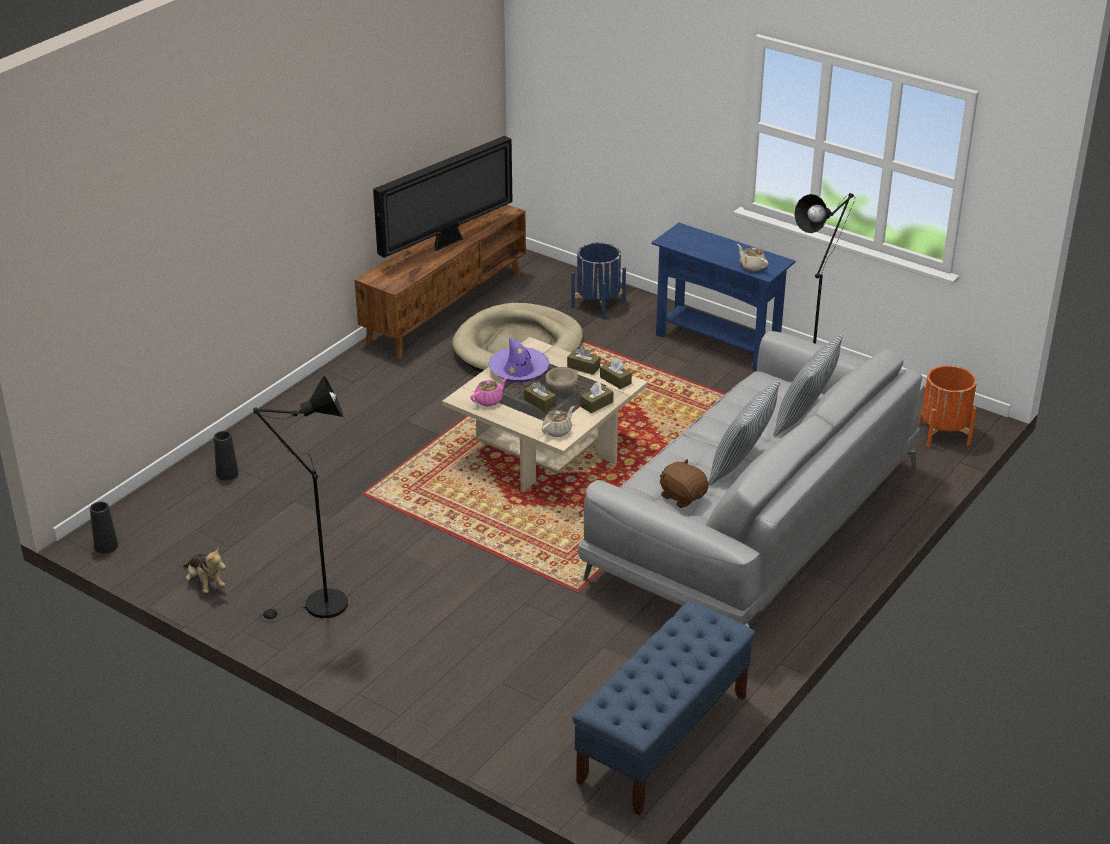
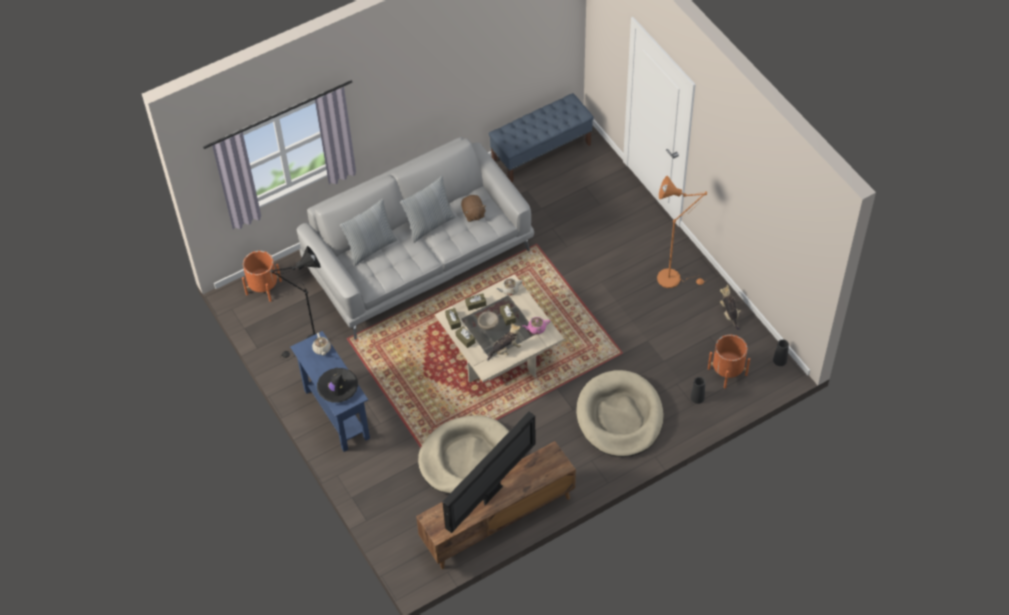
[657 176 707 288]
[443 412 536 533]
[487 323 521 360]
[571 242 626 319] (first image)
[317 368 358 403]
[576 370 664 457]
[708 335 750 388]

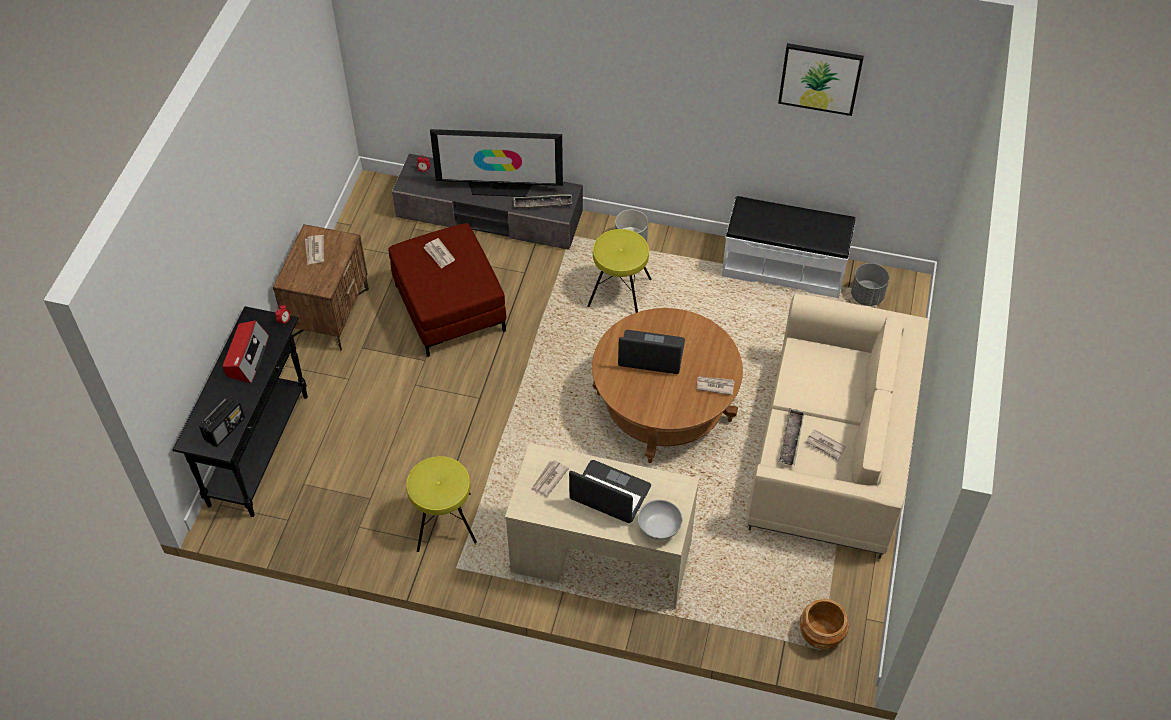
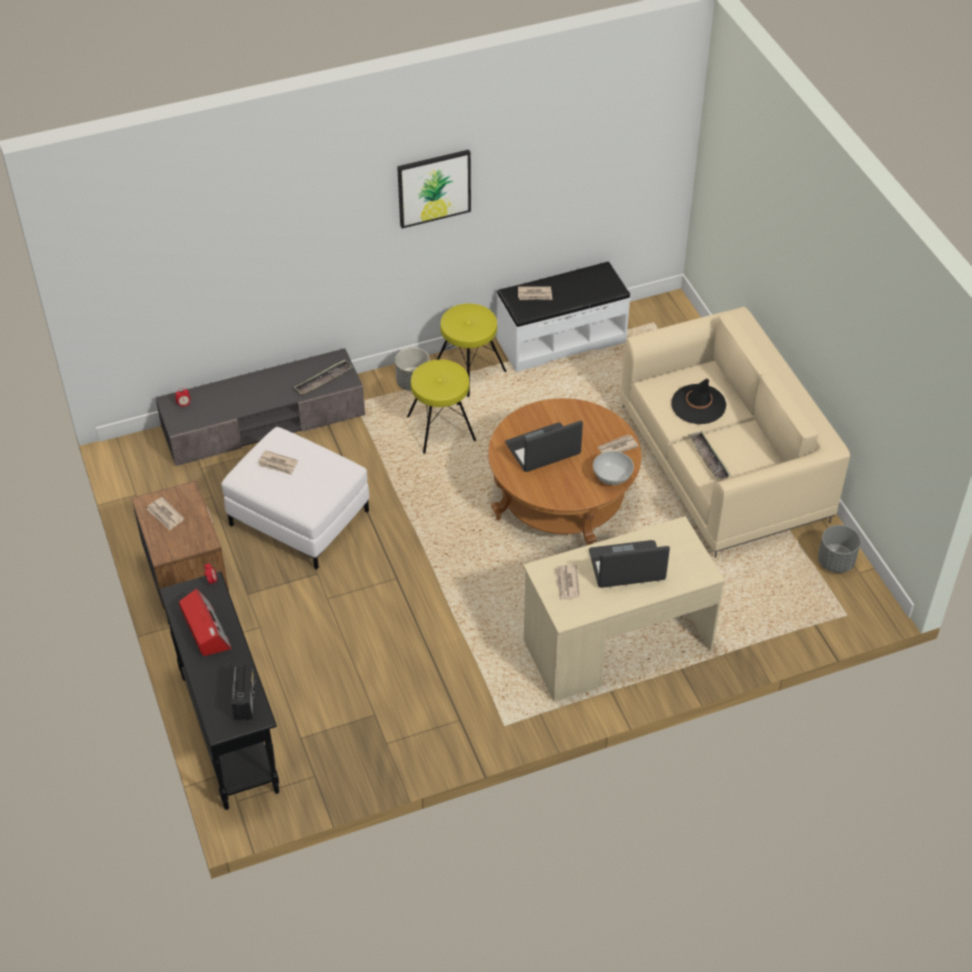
[221 427 370 570]
[437 303 507 397]
[430 129 563 197] (first image)
[593 451 634 485]
[397 150 471 228]
[800 599 849 650] (first image)
[518 286 552 300]
[818 525 861 573]
[671 379 726 424]

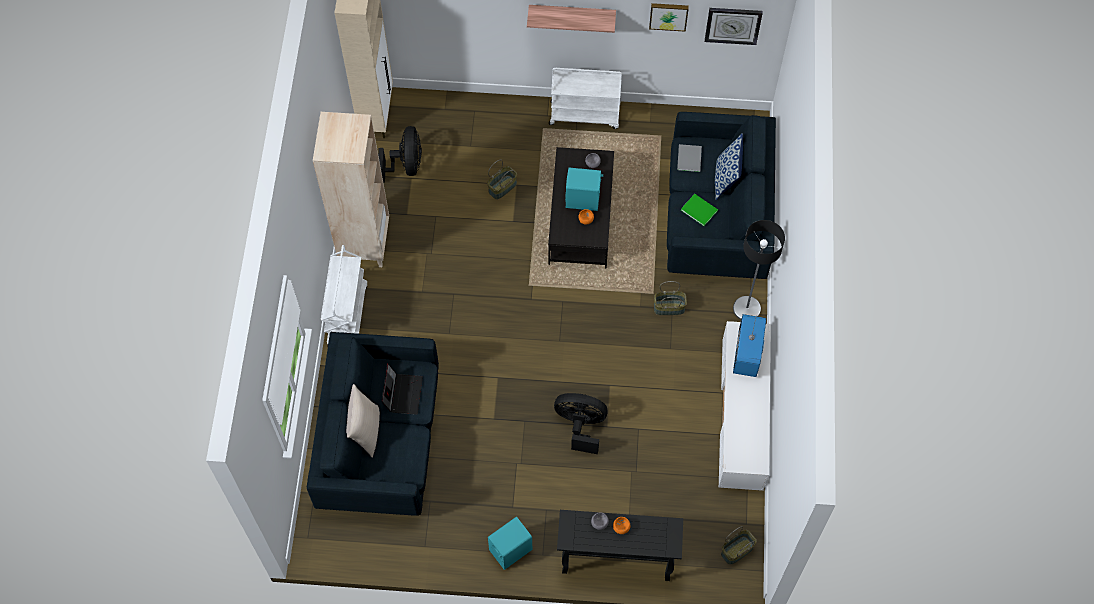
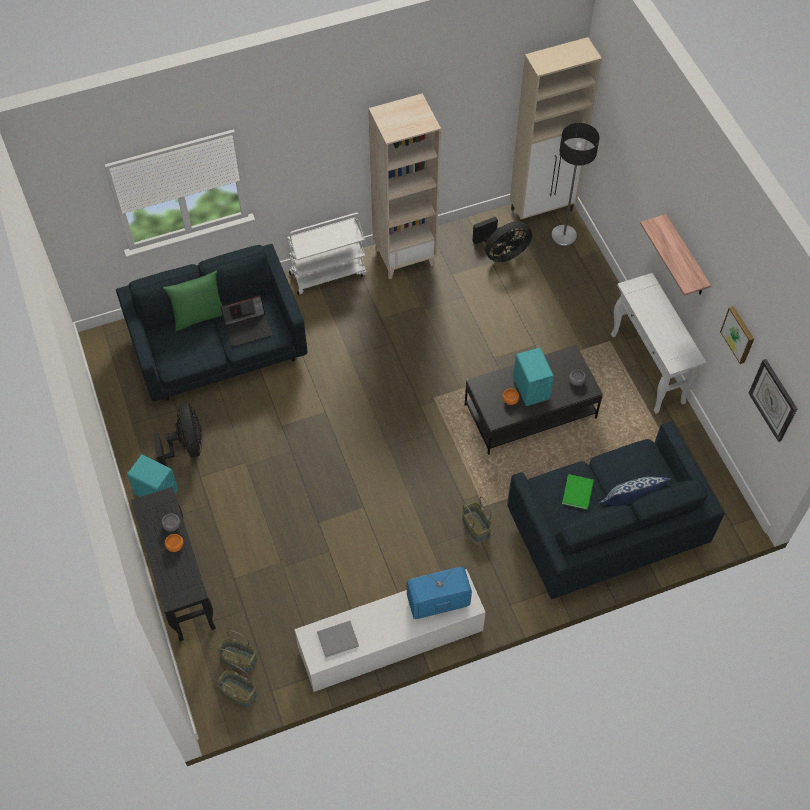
[163 271 223 332]
[217 631 257 672]
[611 273 706 414]
[153 403 202 466]
[317 621 359 657]
[551 123 600 247]

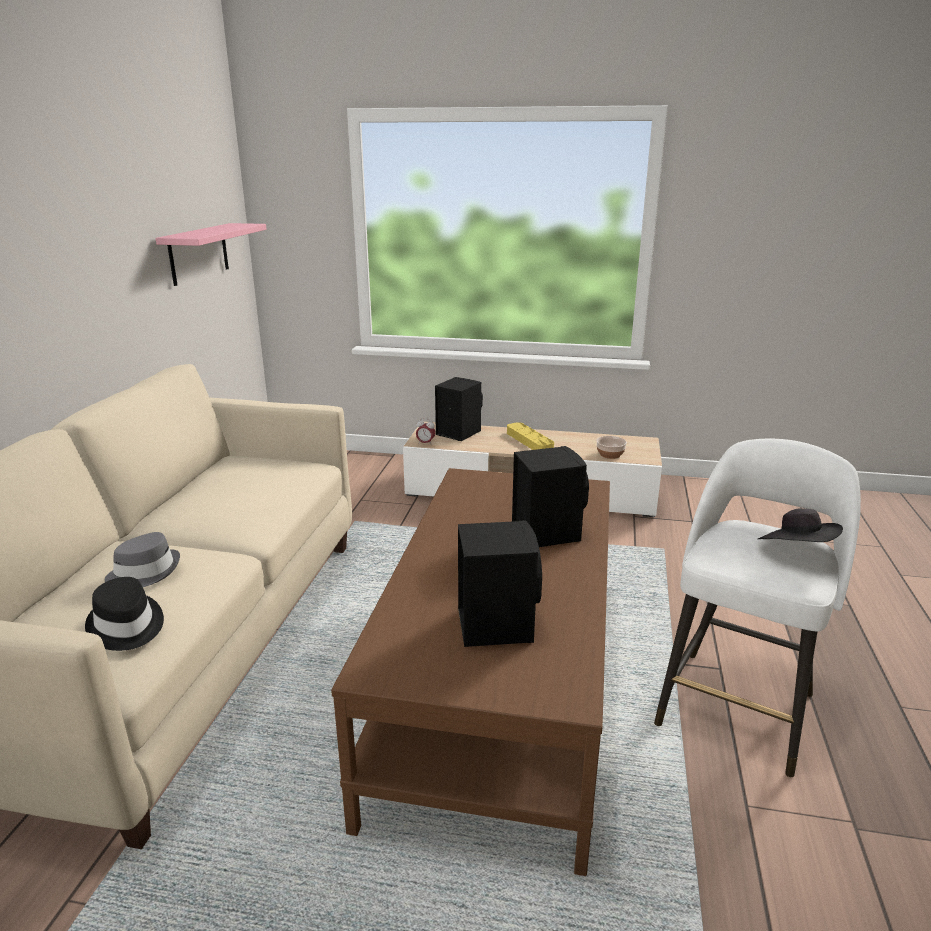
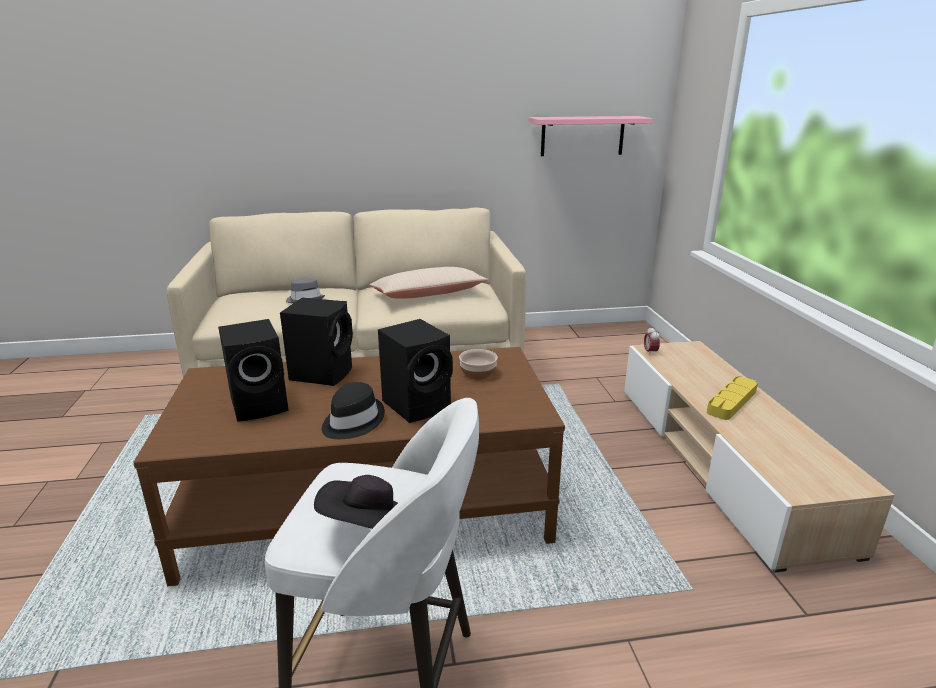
[322 382 385 439]
[280 298 353 386]
[459 349 498 380]
[369 267 488 299]

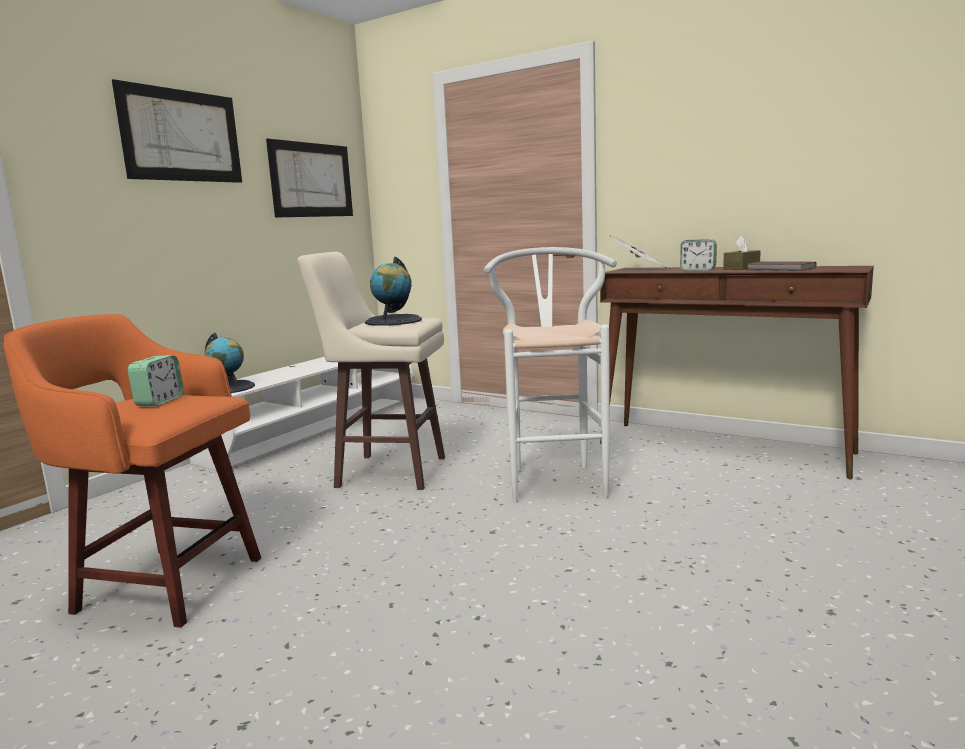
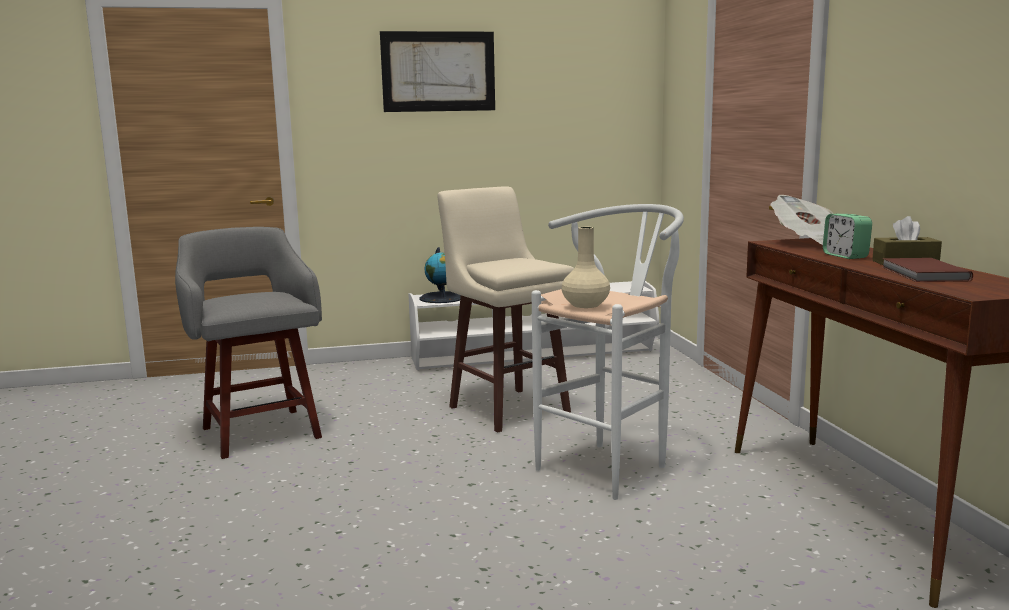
[175 227 322 459]
[128 355 184 407] (first image)
[266 138 353 218] (first image)
[365 257 422 326] (first image)
[562 227 610 308]

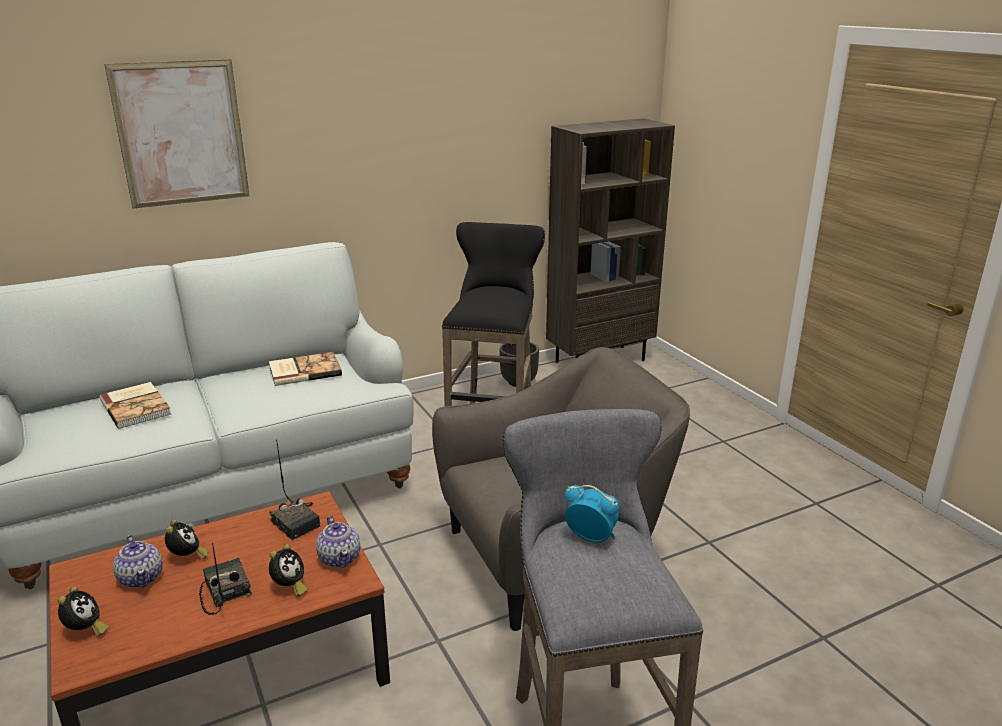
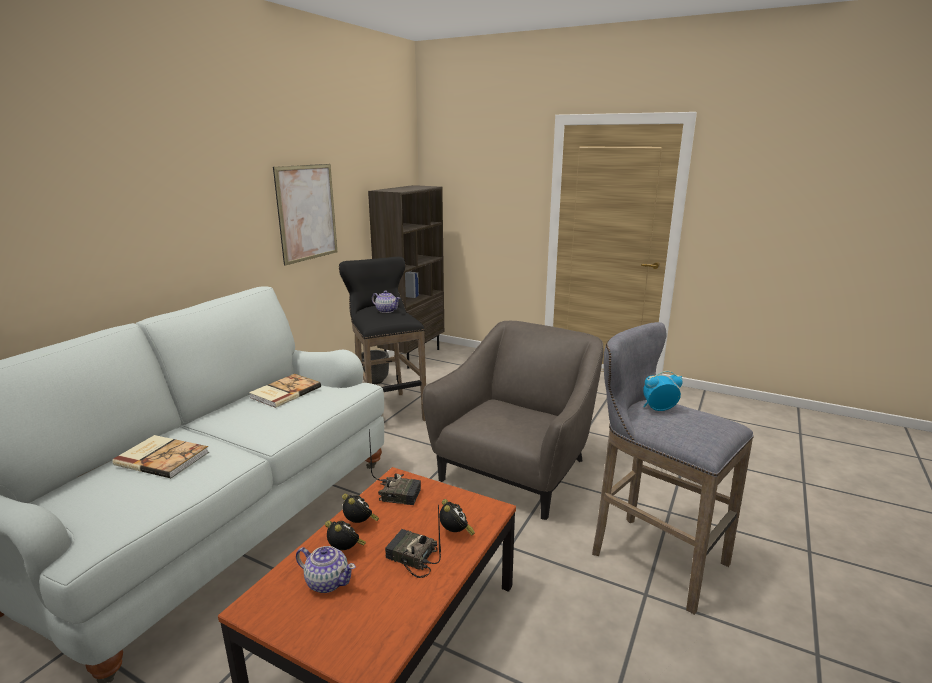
[342 494 379 523]
[273 164 337 266]
[372 291 400 313]

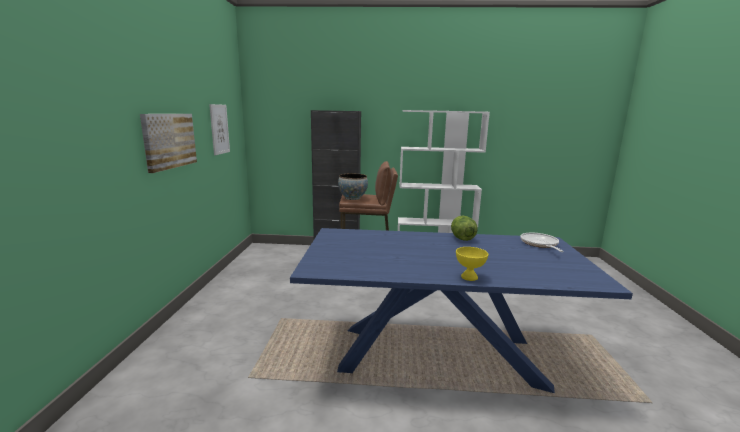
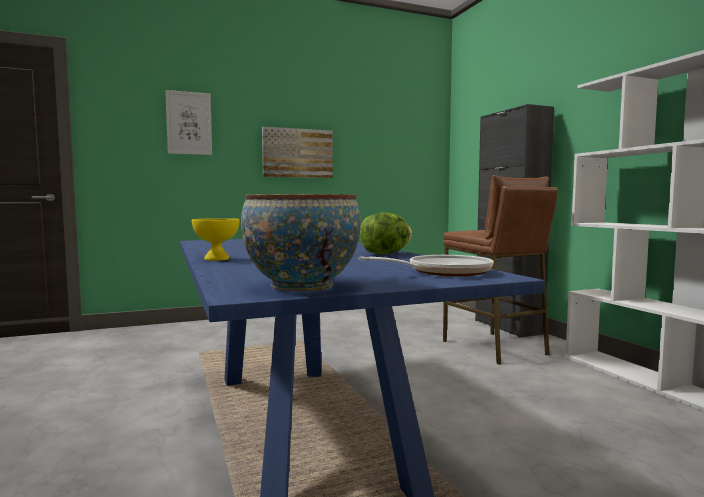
[165 90 212 155]
[241 194 361 291]

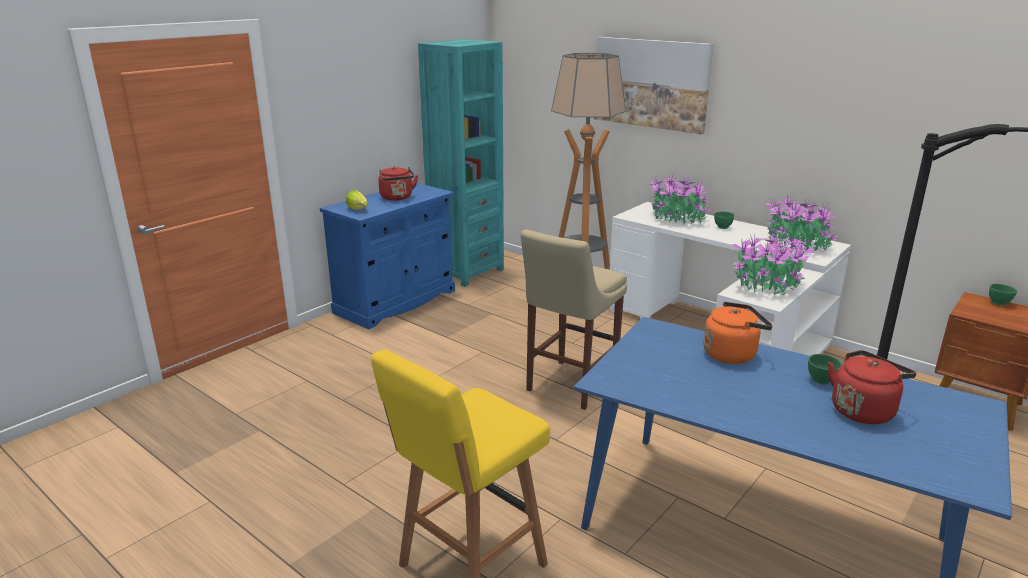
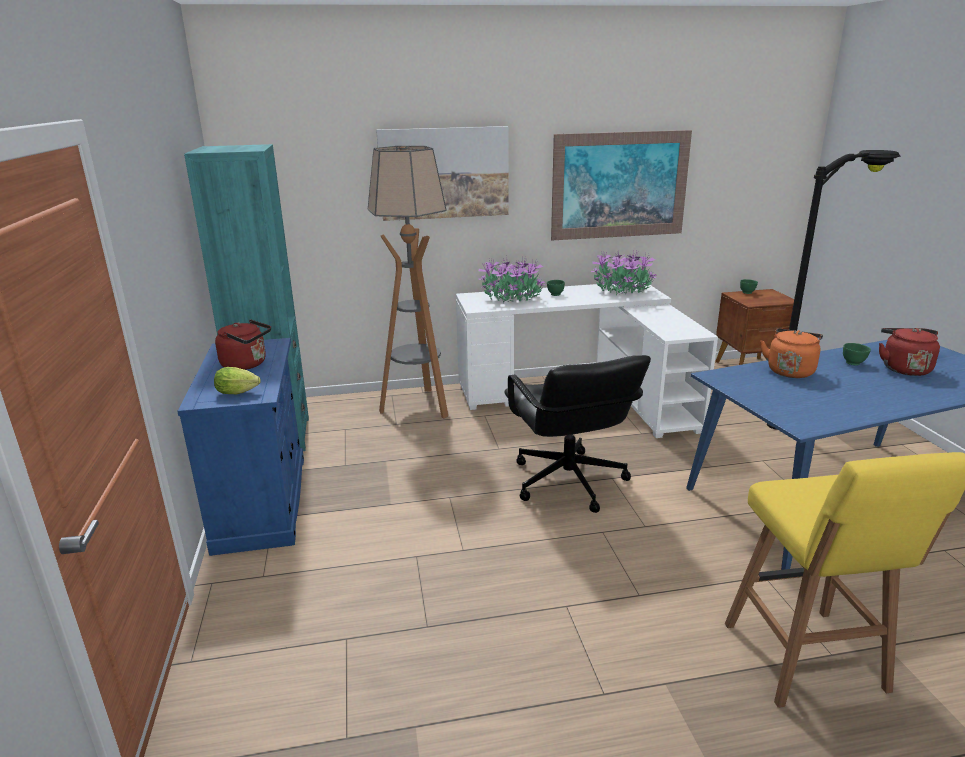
[504 355 651 513]
[732 230 815 295] (first image)
[551 130 692 240]

